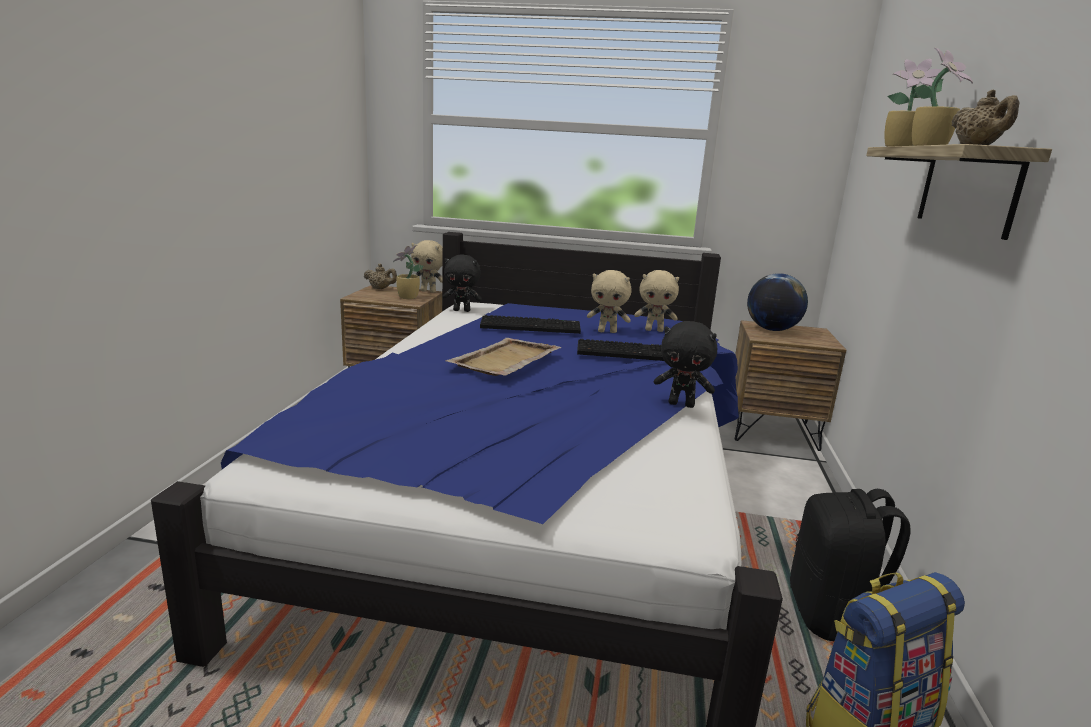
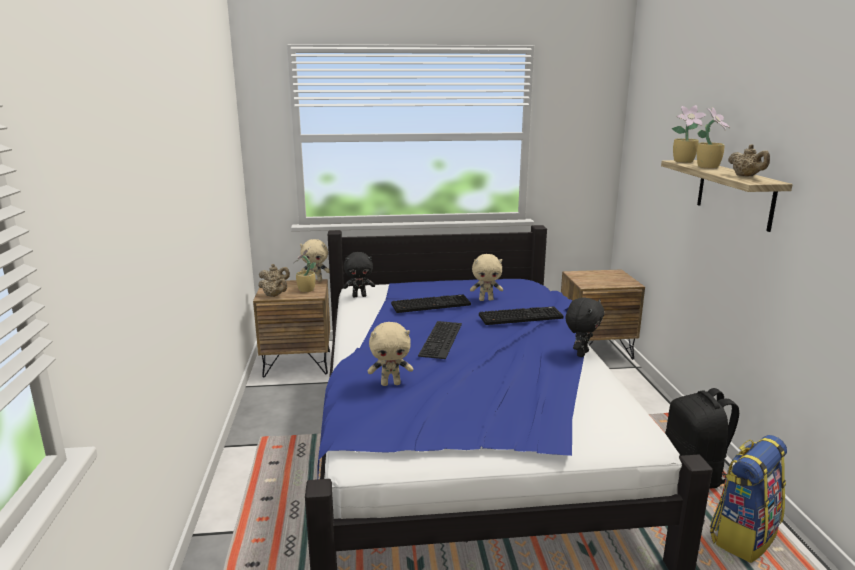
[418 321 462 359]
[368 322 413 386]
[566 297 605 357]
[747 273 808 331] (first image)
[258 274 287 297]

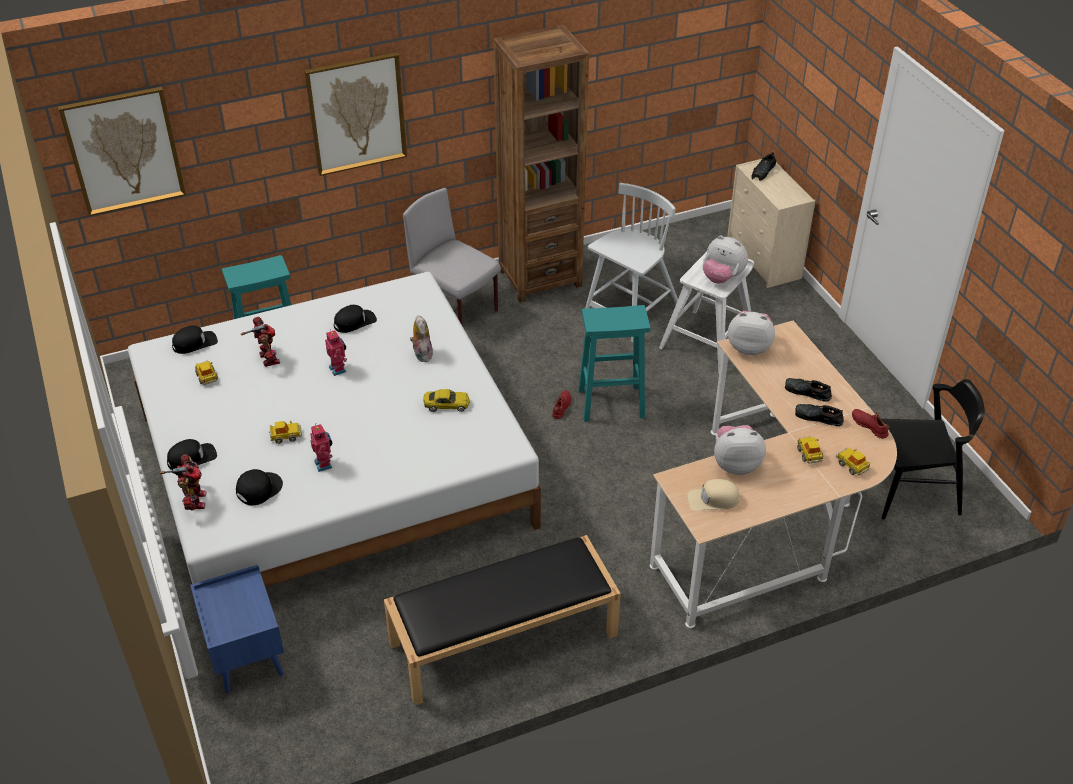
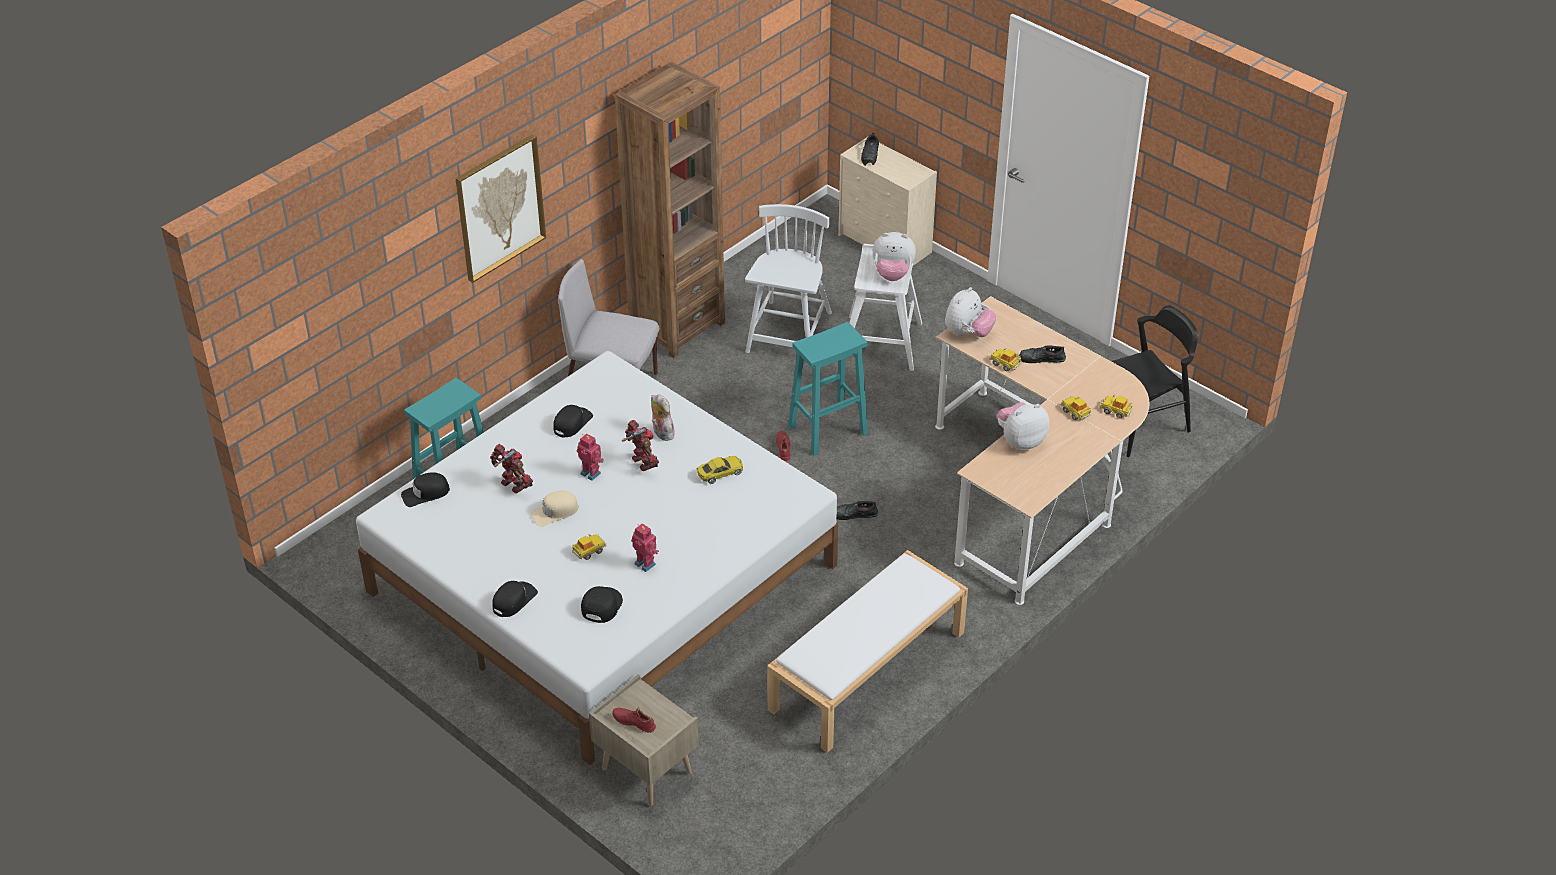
[58 87 186 216] (first image)
[622 420 659 471]
[401 472 450 507]
[589 674 699 806]
[989 348 1021 371]
[767 550 968 753]
[530 491 579 527]
[945 287 996 337]
[837 501 878 520]
[612 707 656 733]

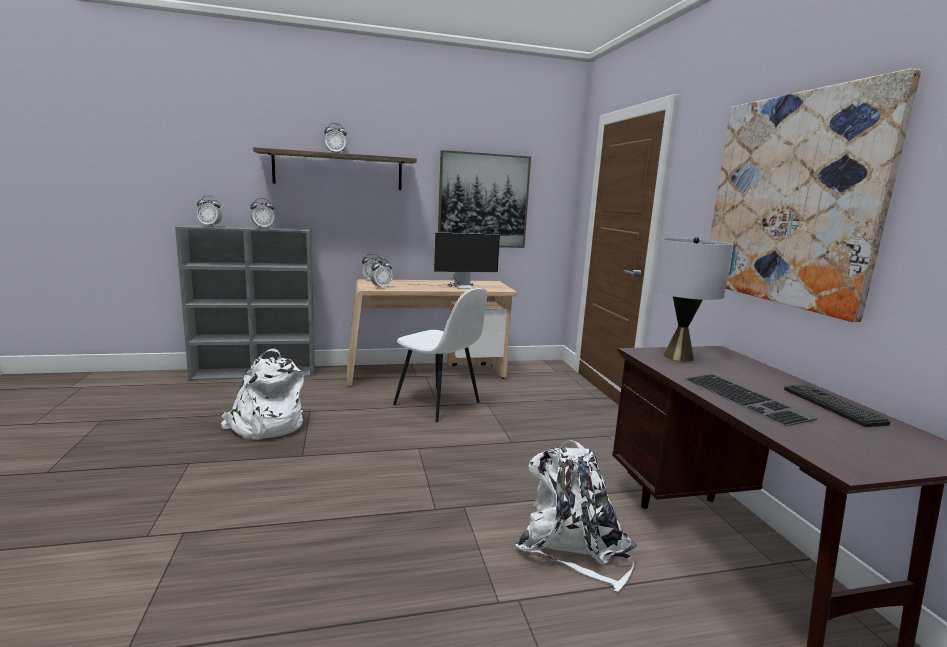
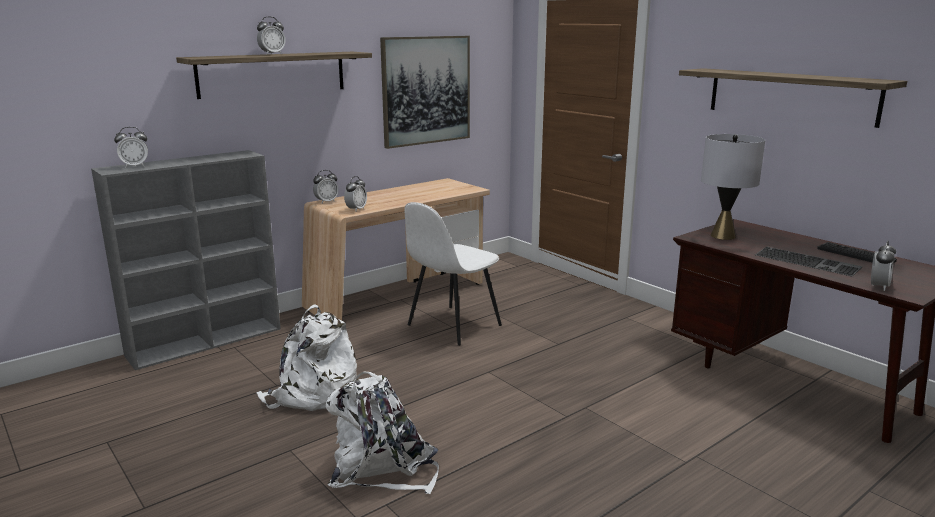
[871 241 896 291]
[404 202 502 346]
[411 232 500 289] (first image)
[326 371 439 494]
[679 68 907 128]

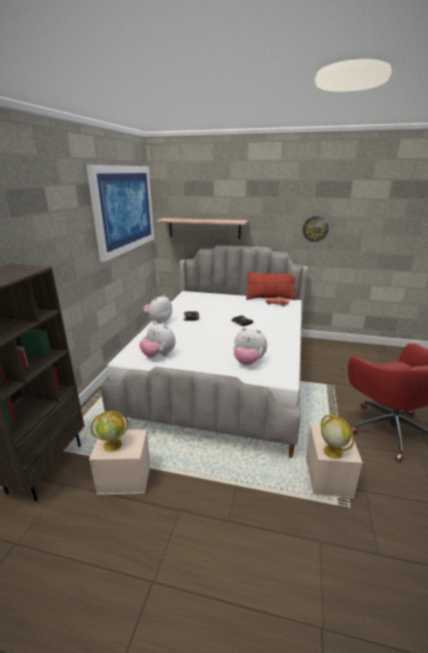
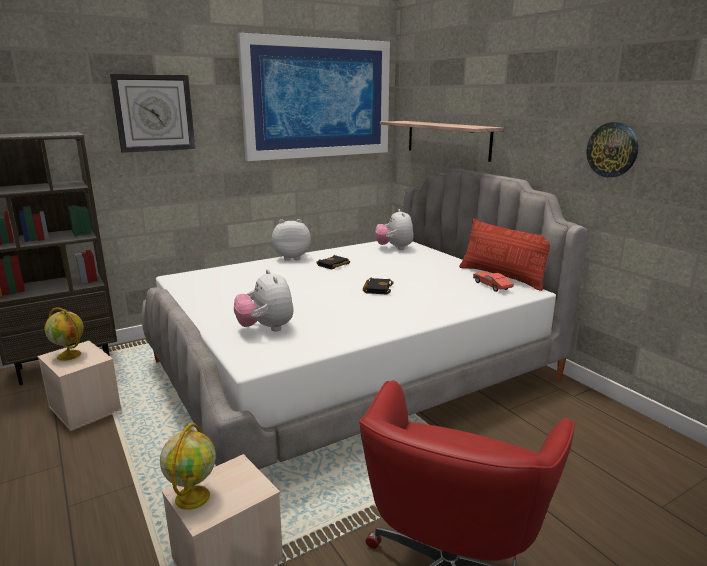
[375 209 414 250]
[110 74 195 153]

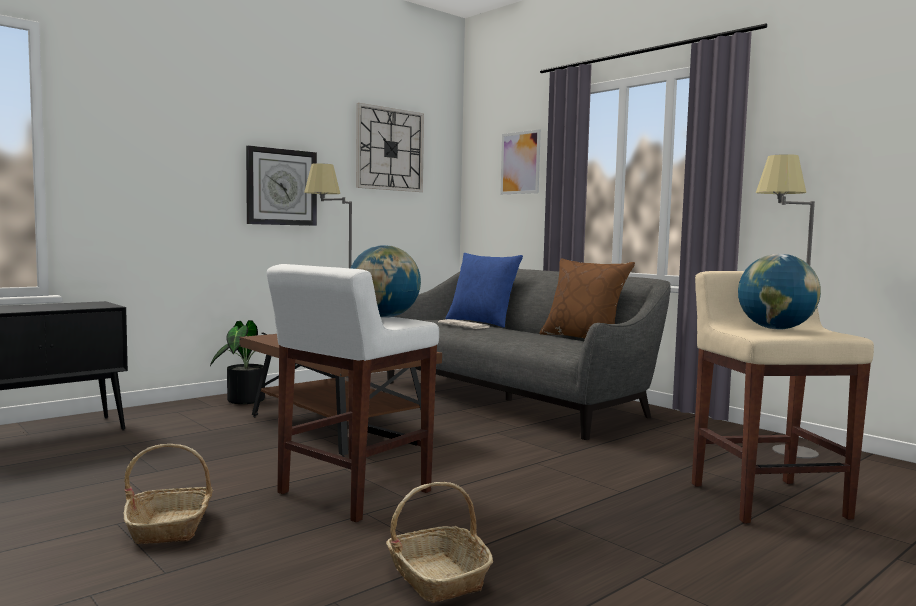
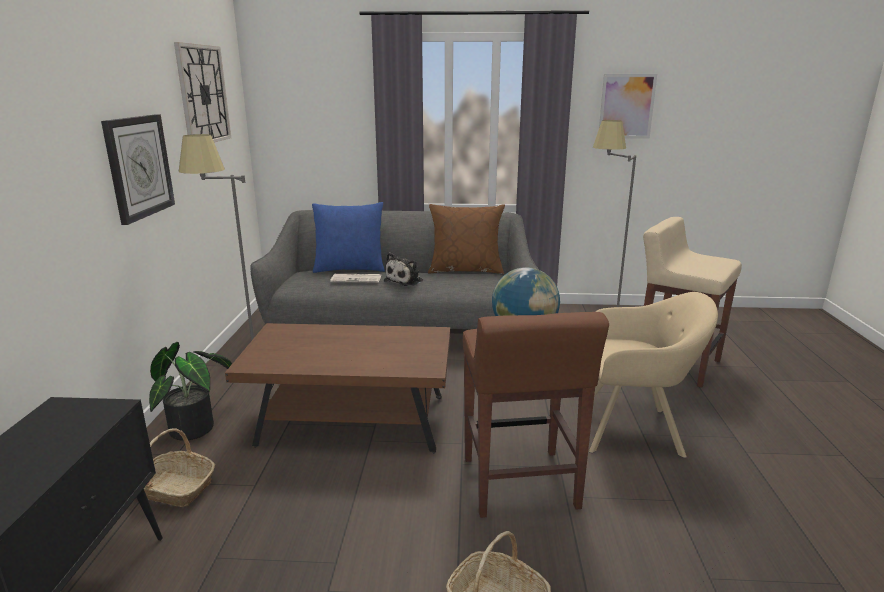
[463 312 609 518]
[144 428 215 507]
[599 74 657 139]
[738 254 821 329] (first image)
[384 252 423 286]
[589 292 718 458]

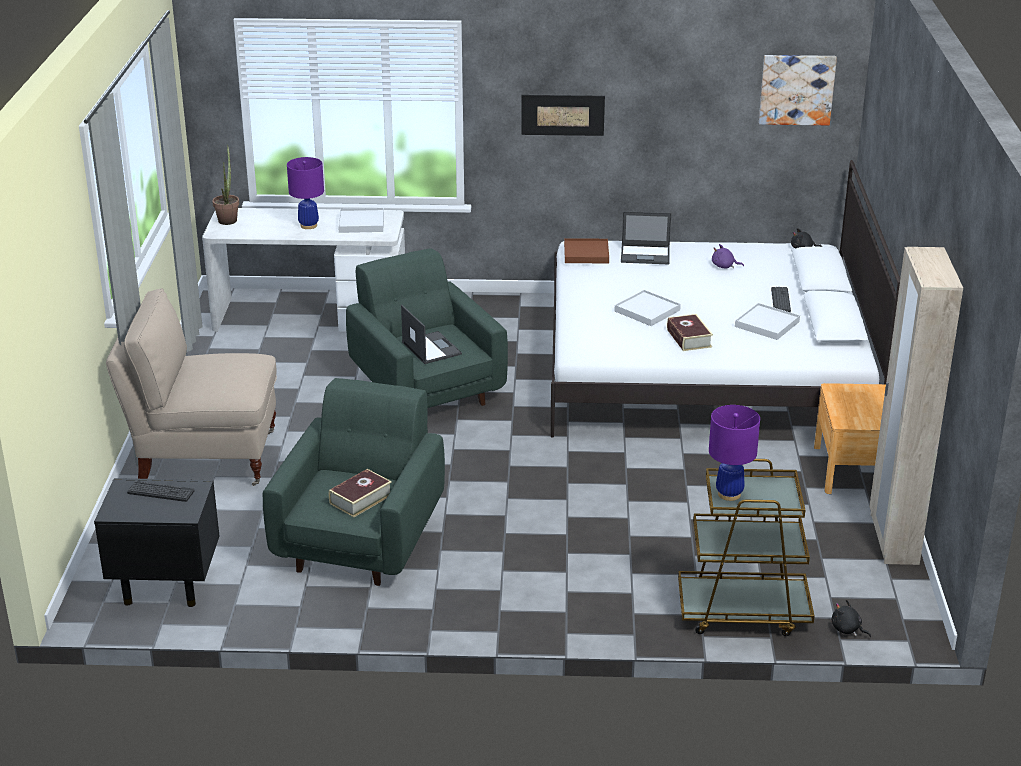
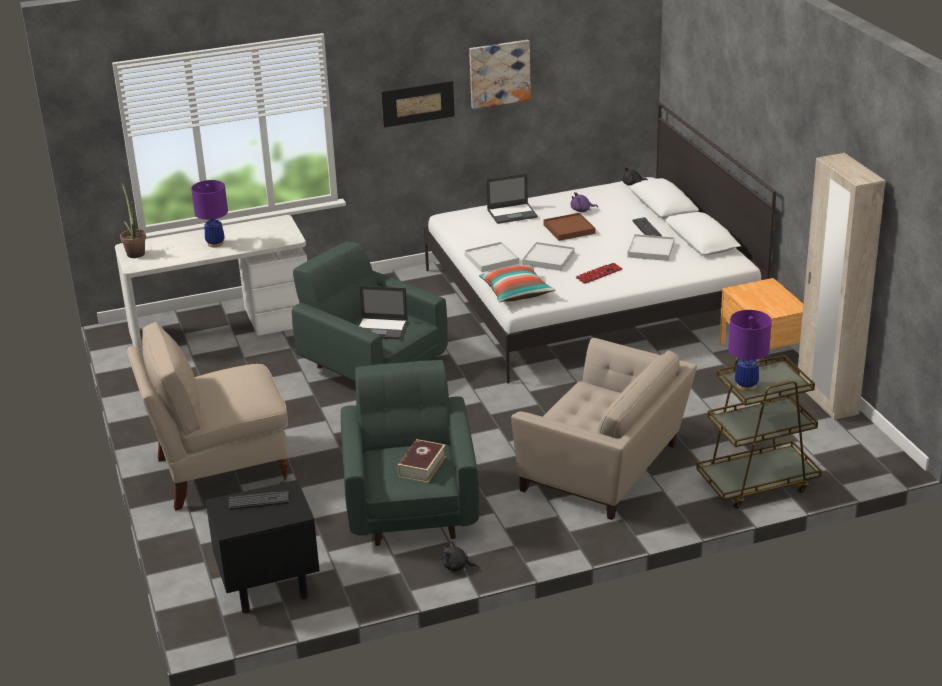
[465 242 519 272]
[358 286 408 340]
[543 213 596 241]
[576 263 622 284]
[469 40 531 109]
[442 541 478 571]
[479 264 556 302]
[511 338 697 520]

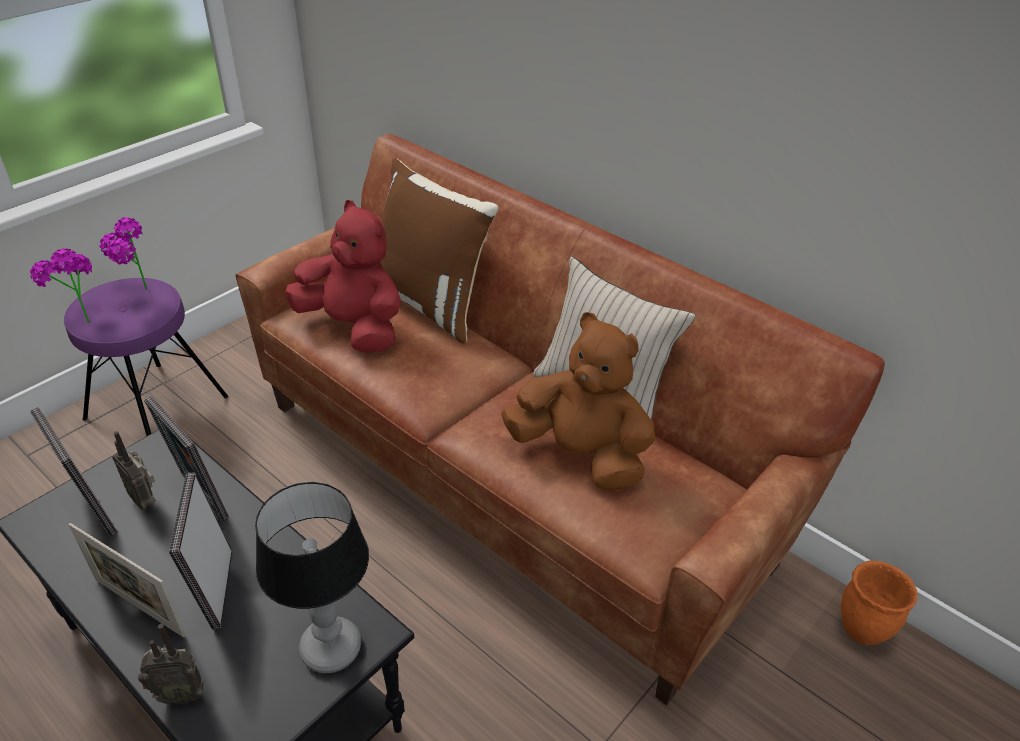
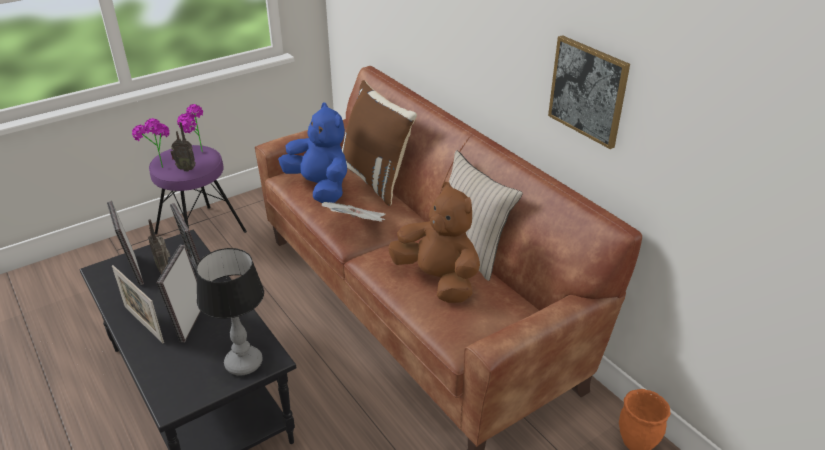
[170 122 196 171]
[278 102 347 203]
[322 202 386 222]
[548 35 630 149]

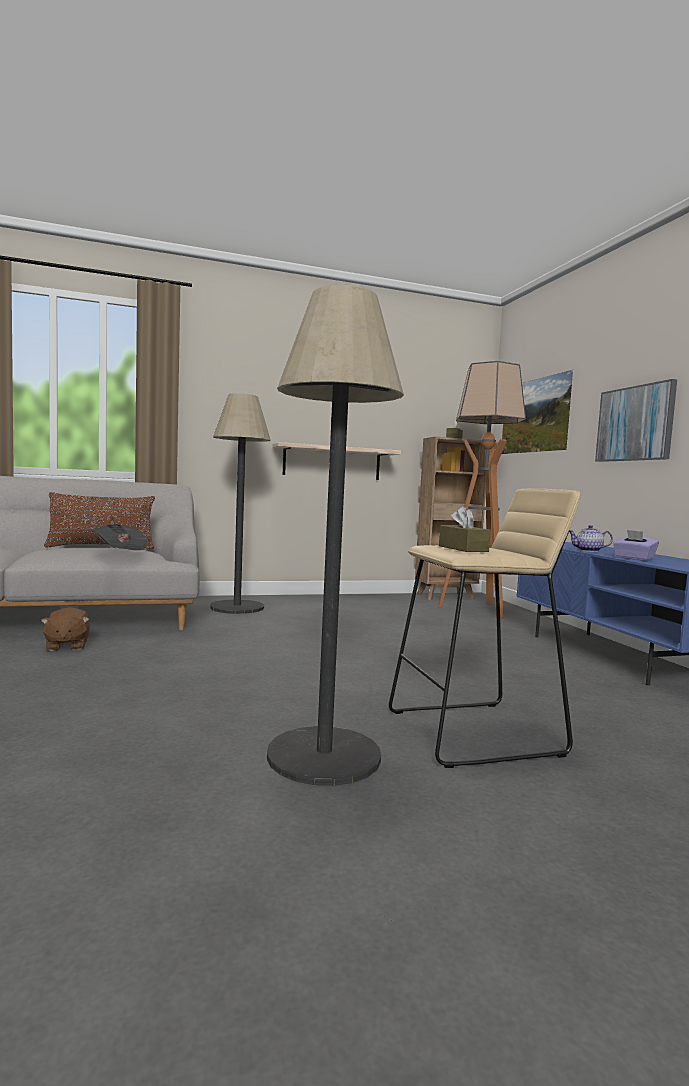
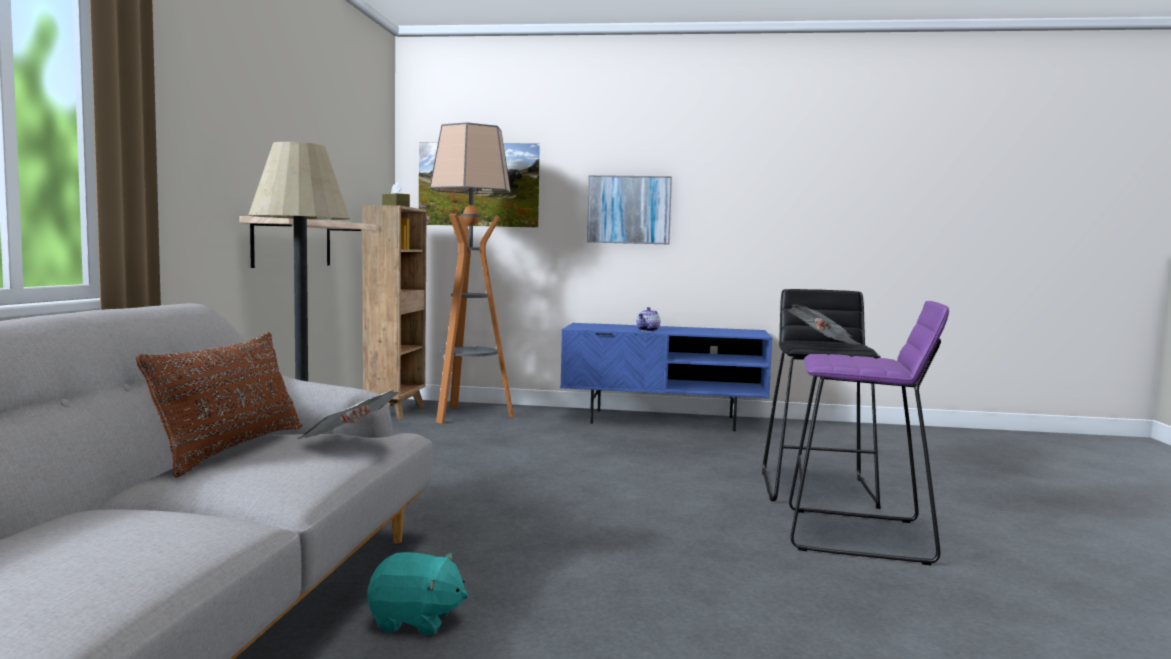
[367 552 469 635]
[789 301 949 565]
[762 289 881 509]
[788 305 860 345]
[613 530 659 561] (first image)

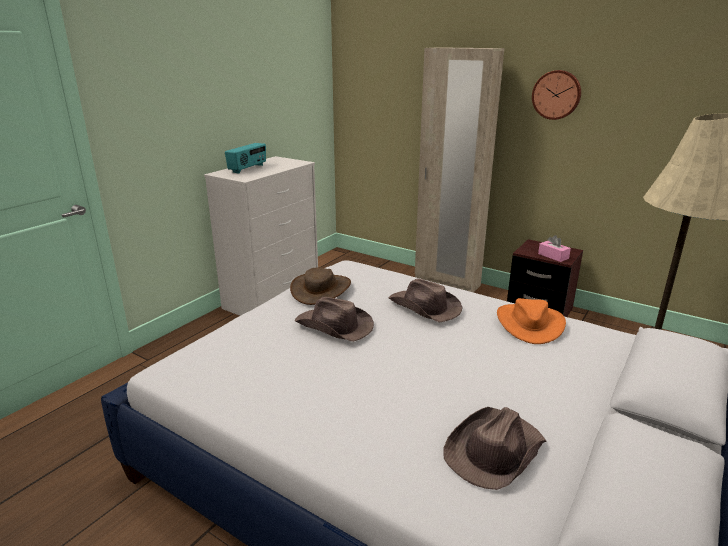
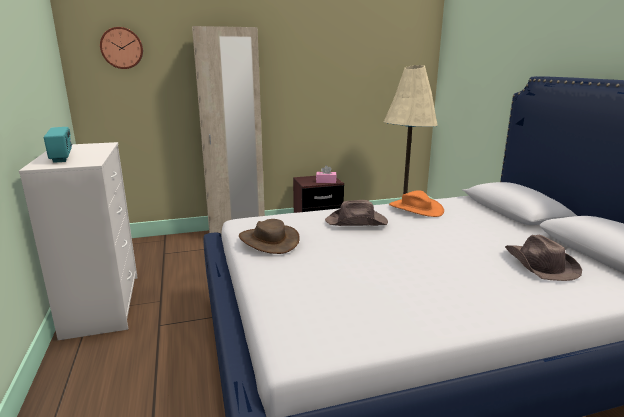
[294 297 374 342] (first image)
[100 27 143 69]

